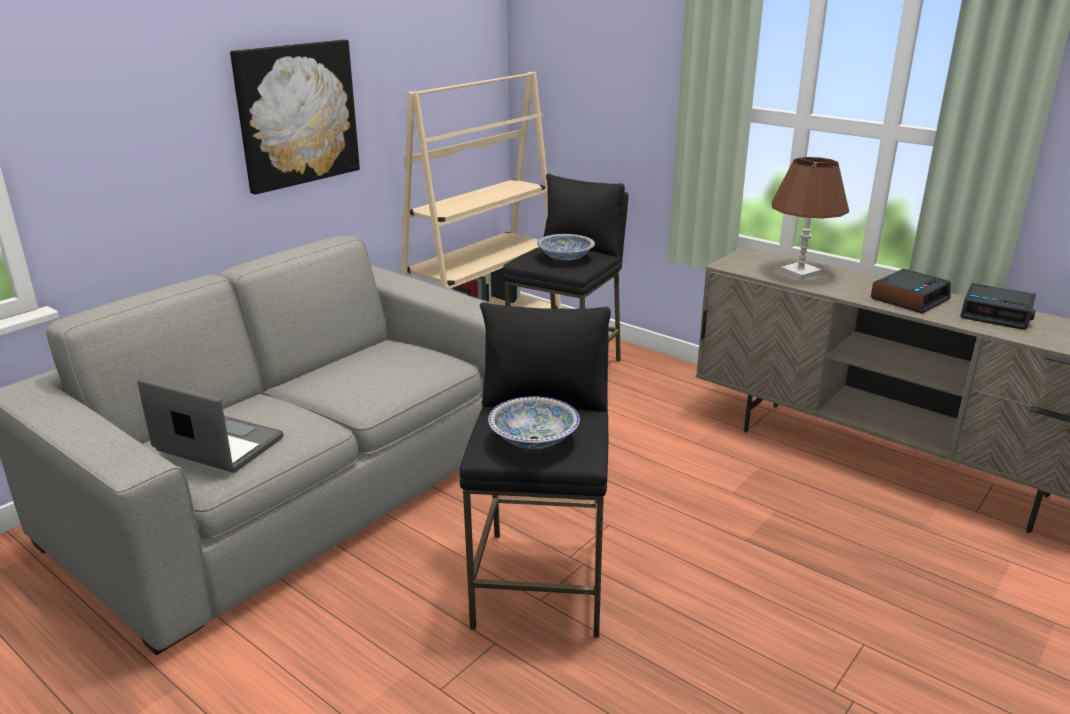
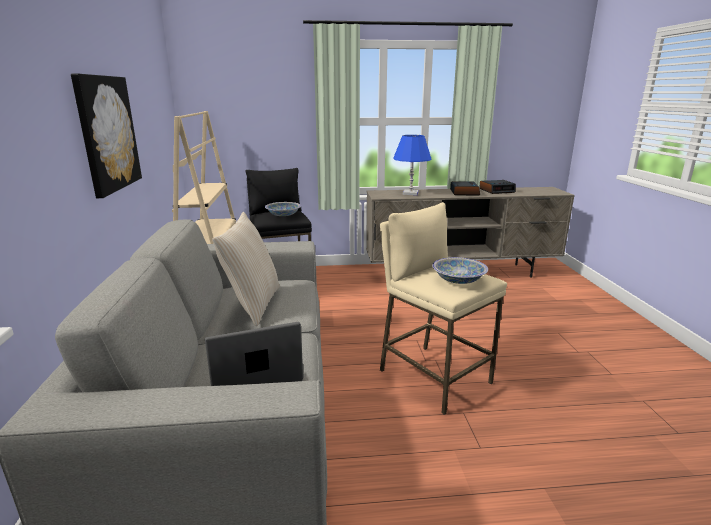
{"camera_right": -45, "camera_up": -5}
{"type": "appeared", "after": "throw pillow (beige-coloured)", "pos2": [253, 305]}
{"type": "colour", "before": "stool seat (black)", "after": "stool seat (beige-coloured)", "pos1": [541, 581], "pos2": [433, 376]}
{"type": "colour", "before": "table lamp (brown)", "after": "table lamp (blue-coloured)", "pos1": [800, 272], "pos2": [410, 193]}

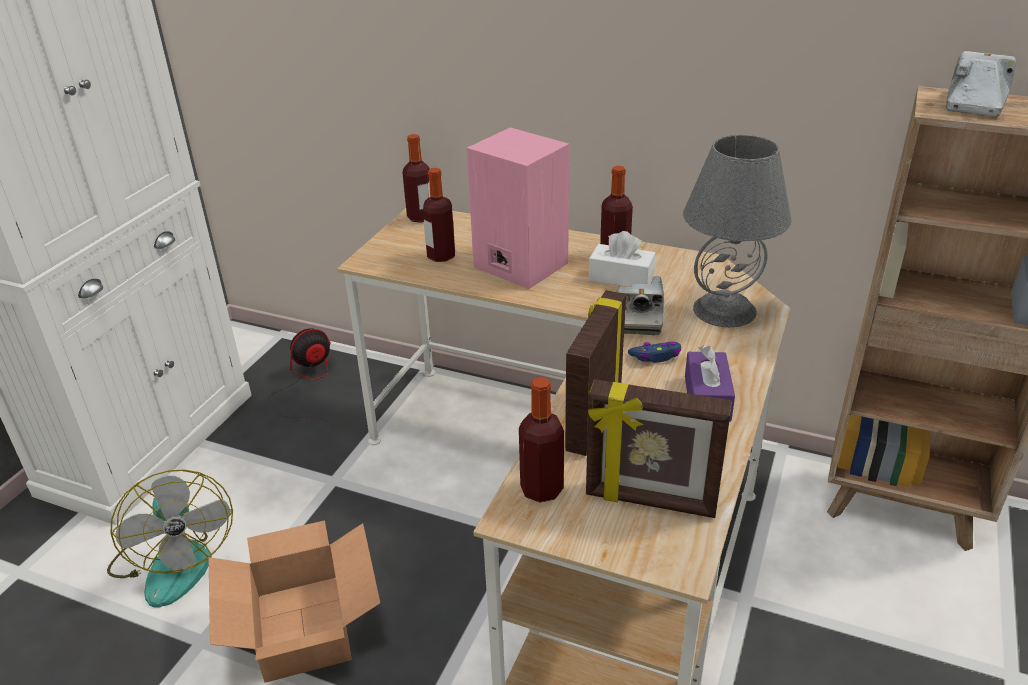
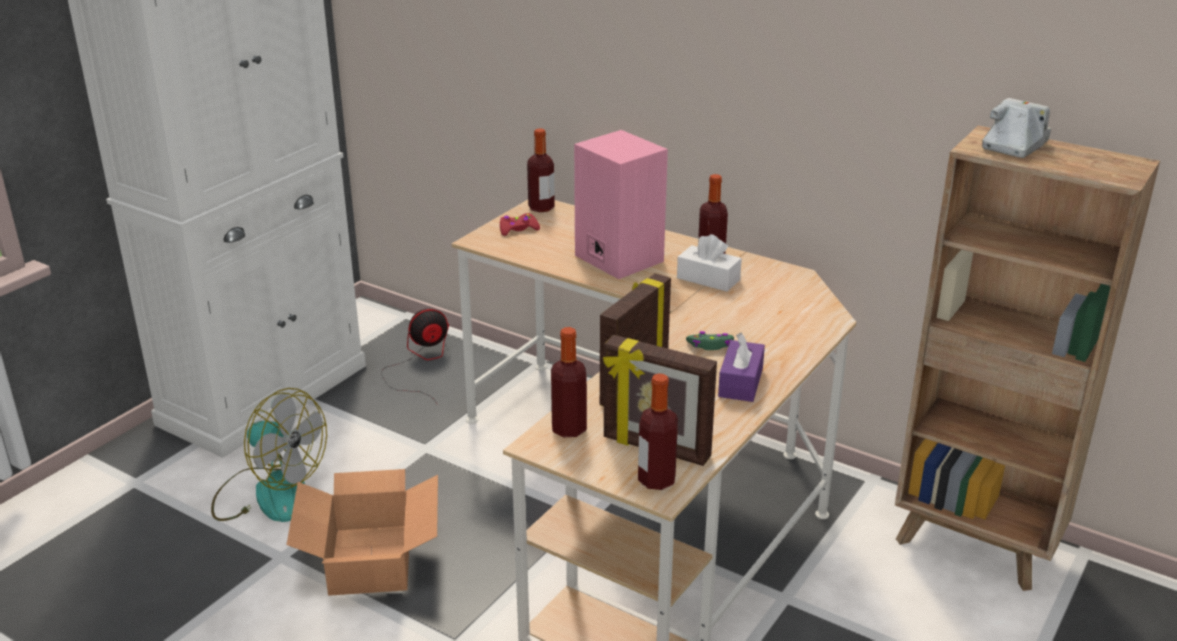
{"camera_right": 10, "camera_up": -5}
{"type": "missing", "before": "photo camera", "pos1": [638, 319]}
{"type": "missing", "before": "table lamp (gray)", "pos1": [724, 309]}
{"type": "appeared", "after": "gamepad (red)", "pos2": [518, 229]}
{"type": "relocated", "before": "drink bottle", "pos1": [441, 256], "pos2": [656, 480]}
{"type": "colour", "before": "gamepad (blue-coloured)", "after": "gamepad (greenish)", "pos1": [656, 356], "pos2": [710, 345]}
{"type": "spun", "before": "cooling fan", "pos1": [174, 561], "pos2": [269, 493], "turn": -45}

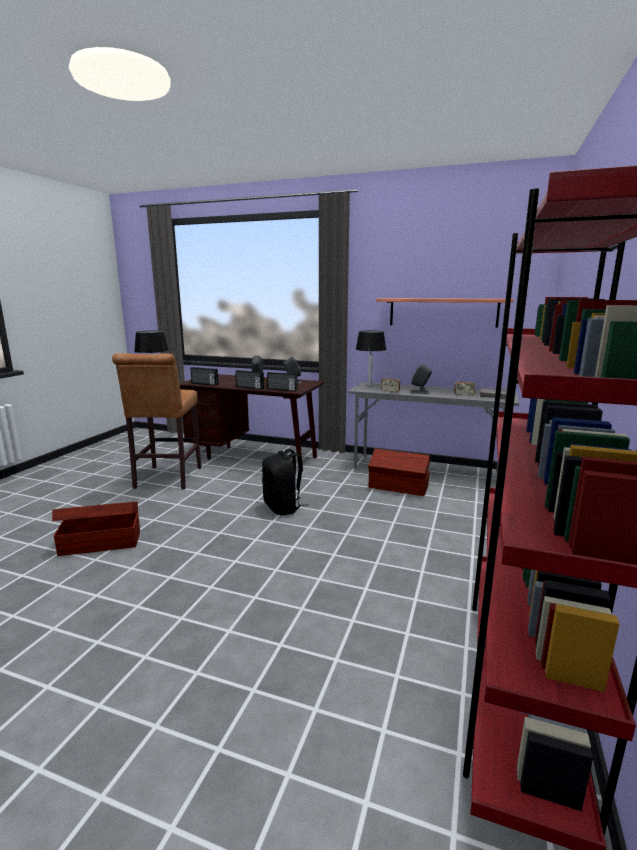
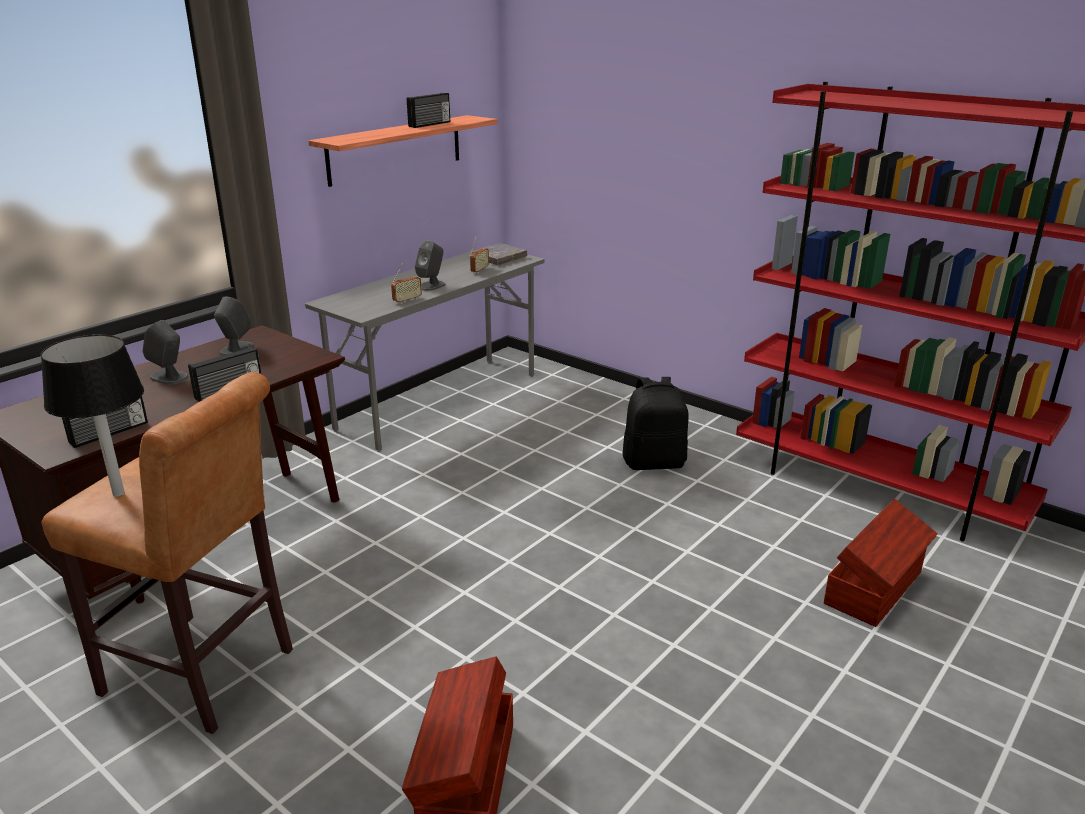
{"camera_right": -70, "camera_up": 10}
{"type": "missing", "before": "table lamp (black)", "pos1": [369, 386]}
{"type": "relocated", "before": "backpack (black)", "pos1": [283, 507], "pos2": [654, 462]}
{"type": "relocated", "before": "radio receiver", "pos1": [282, 390], "pos2": [430, 124]}
{"type": "relocated", "before": "storage box (brown)", "pos1": [398, 487], "pos2": [875, 588]}

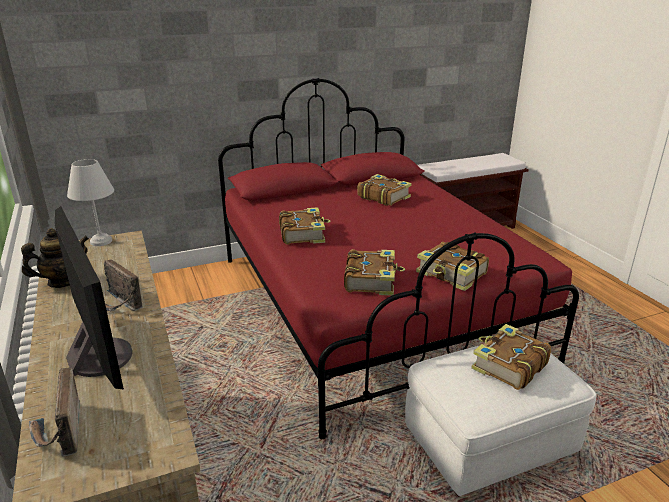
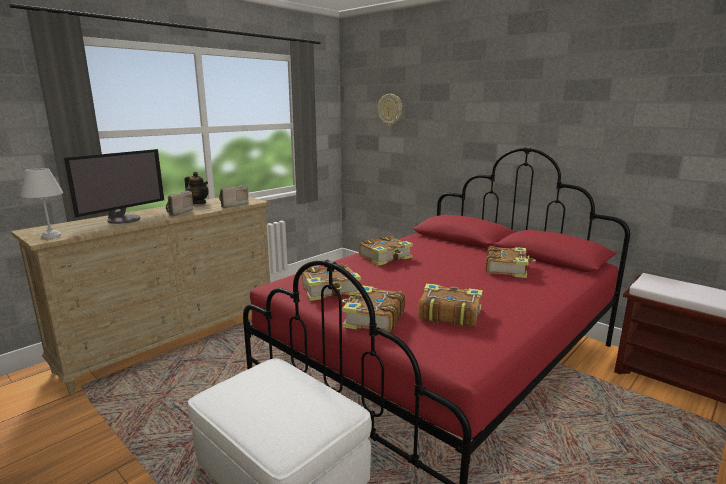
{"camera_right": 65, "camera_up": -10}
{"type": "appeared", "after": "hanging clock", "pos2": [390, 109]}
{"type": "relocated", "before": "radio receiver", "pos1": [59, 434], "pos2": [232, 205]}
{"type": "relocated", "before": "table lamp (white)", "pos1": [100, 241], "pos2": [51, 236]}
{"type": "relocated", "before": "volume", "pos1": [508, 366], "pos2": [448, 314]}

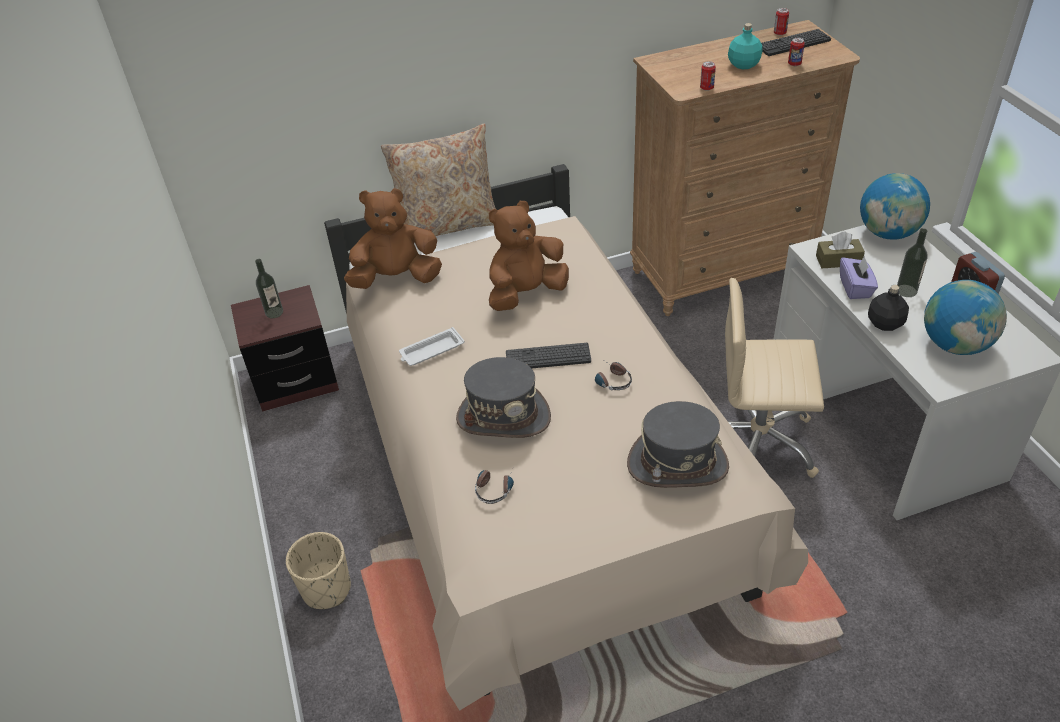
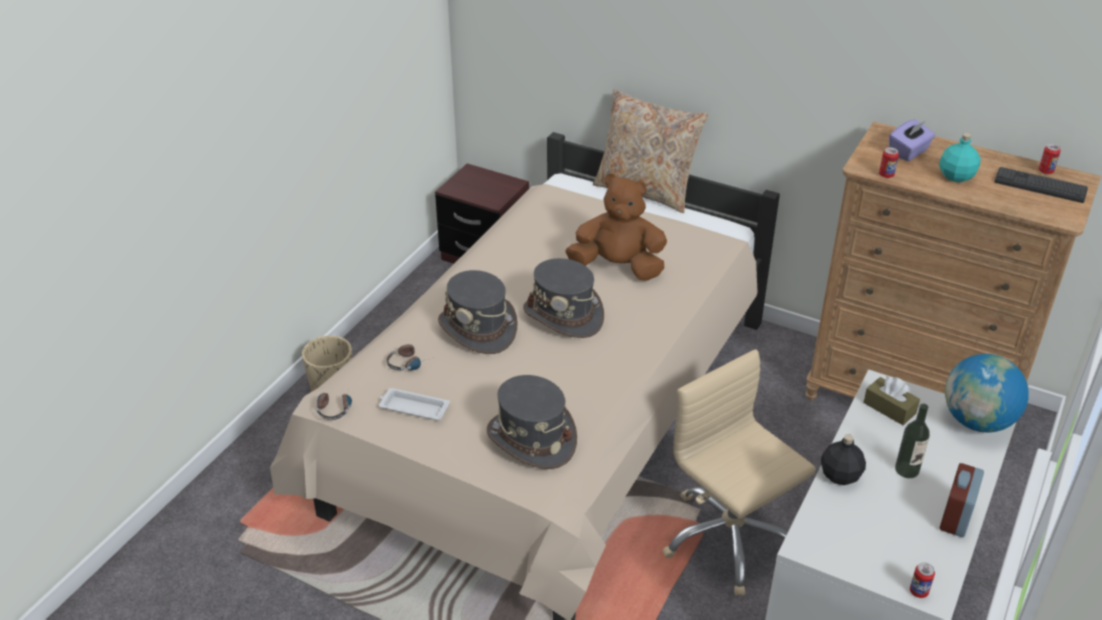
{"camera_right": 45, "camera_up": -5}
{"type": "missing", "before": "drink bottle", "pos1": [274, 312]}
{"type": "missing", "before": "soft toy (brown)", "pos1": [396, 278]}
{"type": "missing", "before": "desk globe", "pos1": [955, 345]}
{"type": "relocated", "before": "serving tray (white)", "pos1": [431, 351], "pos2": [413, 408]}
{"type": "relocated", "before": "pair of headphones", "pos1": [610, 379], "pos2": [335, 407]}
{"type": "relocated", "before": "sealed can", "pos1": [794, 64], "pos2": [918, 591]}
{"type": "relocated", "before": "tissue box (purplish)", "pos1": [855, 288], "pos2": [909, 152]}
{"type": "exchanged", "before": "computer keyboard", "after": "wearable hat (gray)", "pos1": [548, 357], "pos2": [563, 315]}

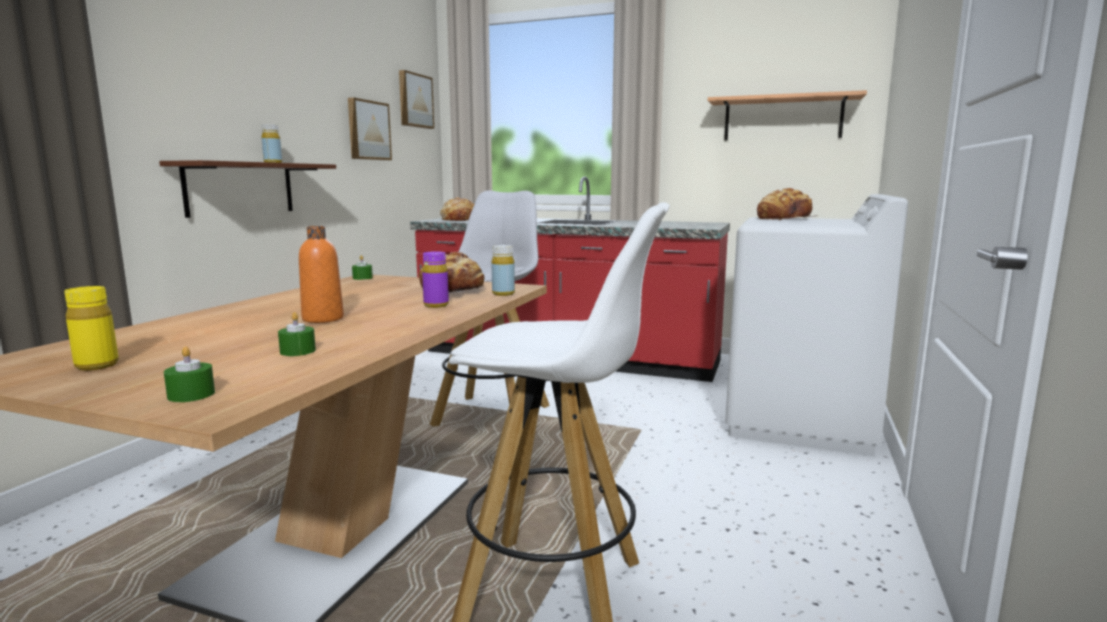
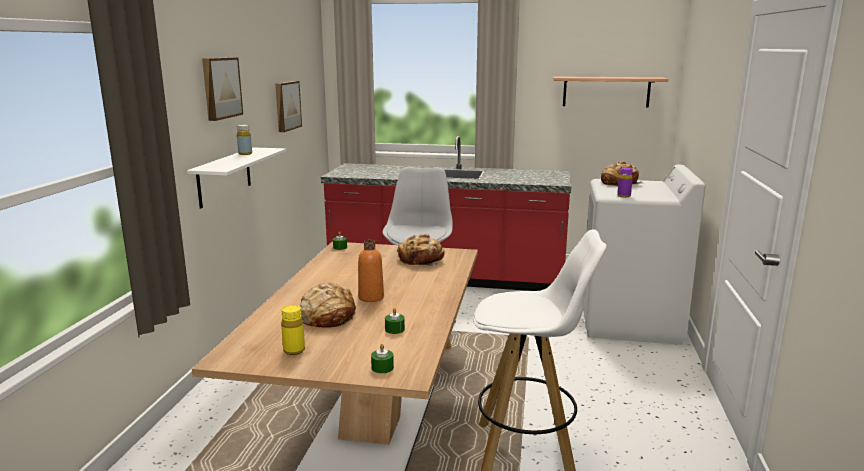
{"camera_right": -10, "camera_up": 5}
{"type": "missing", "before": "drink bottle (yellowish)", "pos1": [503, 294]}
{"type": "relocated", "before": "picture", "pos1": [414, 100], "pos2": [220, 88]}
{"type": "relocated", "before": "drink bottle (purplish)", "pos1": [436, 305], "pos2": [623, 196]}
{"type": "relocated", "before": "baked bread", "pos1": [459, 219], "pos2": [327, 316]}
{"type": "colour", "before": "bracket shelf (brown)", "after": "bracket shelf (white)", "pos1": [240, 188], "pos2": [224, 177]}

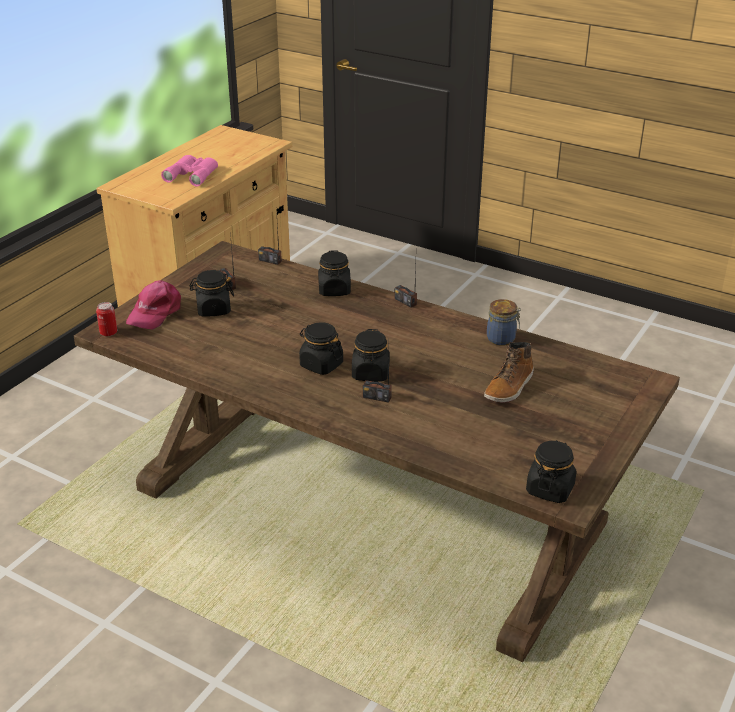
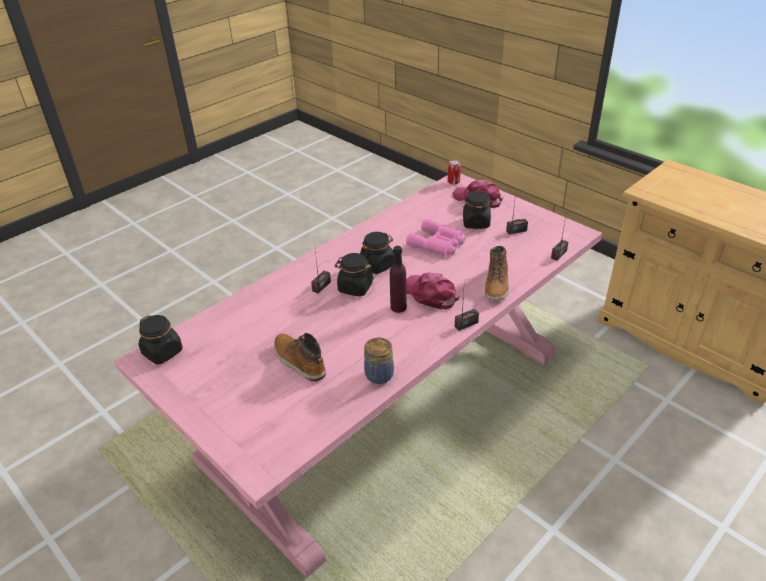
{"camera_right": 105, "camera_up": 5}
{"type": "appeared", "after": "drink bottle (purplish)", "pos2": [398, 307]}
{"type": "appeared", "after": "baseball cap (pink-coloured)", "pos2": [430, 294]}
{"type": "relocated", "before": "field glasses (pink-coloured)", "pos1": [193, 174], "pos2": [438, 244]}
{"type": "exchanged", "before": "preserve jar (black)", "after": "high-top boot", "pos1": [334, 290], "pos2": [497, 285]}
{"type": "colour", "before": "kitchen table (brown)", "after": "kitchen table (pink-coloured)", "pos1": [369, 507], "pos2": [387, 407]}

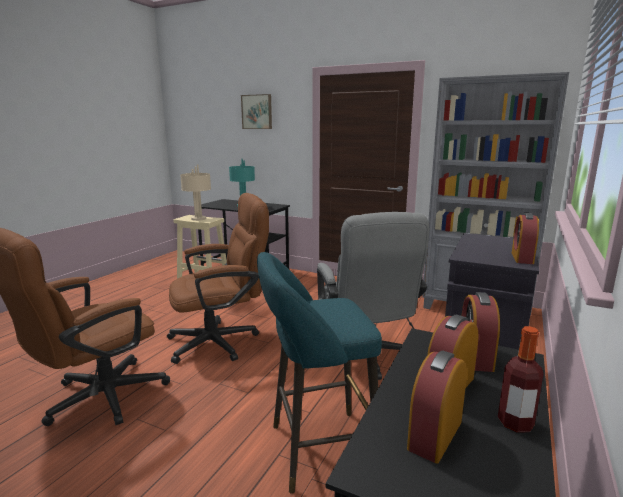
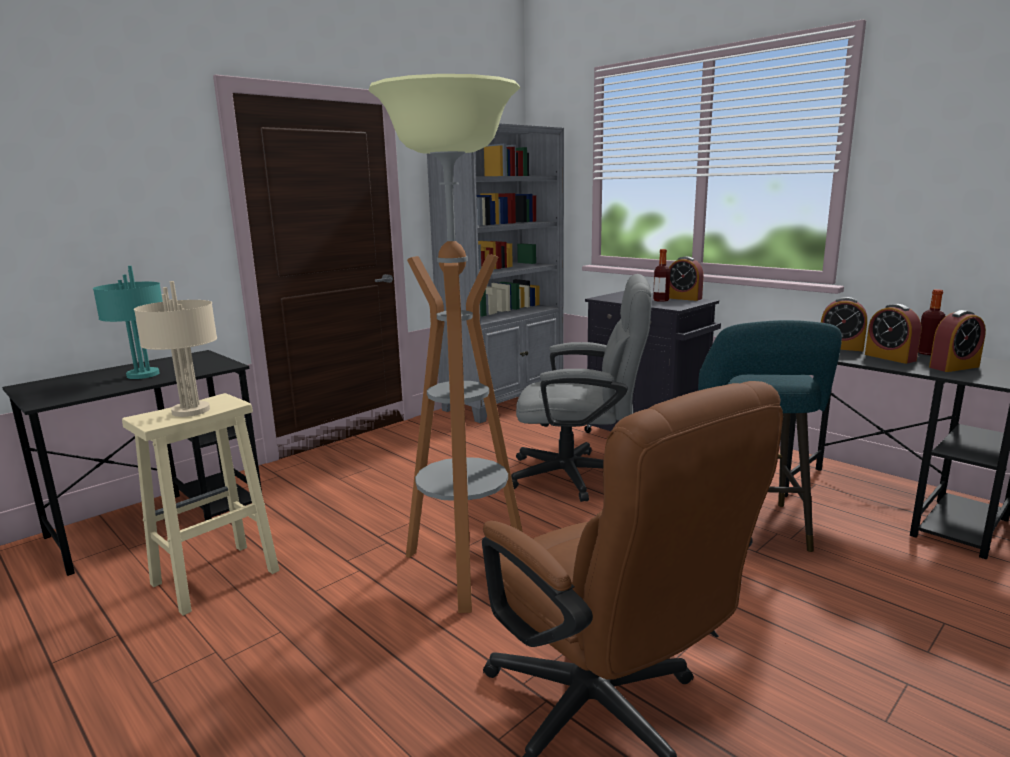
{"camera_right": -70, "camera_up": 0}
{"type": "missing", "before": "picture", "pos1": [257, 112]}
{"type": "appeared", "after": "drink bottle", "pos2": [661, 300]}
{"type": "exchanged", "before": "desk chair (brown)", "after": "standing lamp", "pos1": [222, 341], "pos2": [465, 569]}
{"type": "spun", "before": "alarm clock", "pos1": [435, 435], "pos2": [954, 367], "turn": -75}

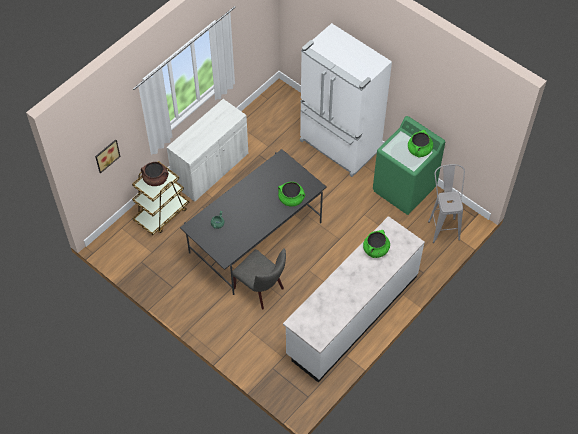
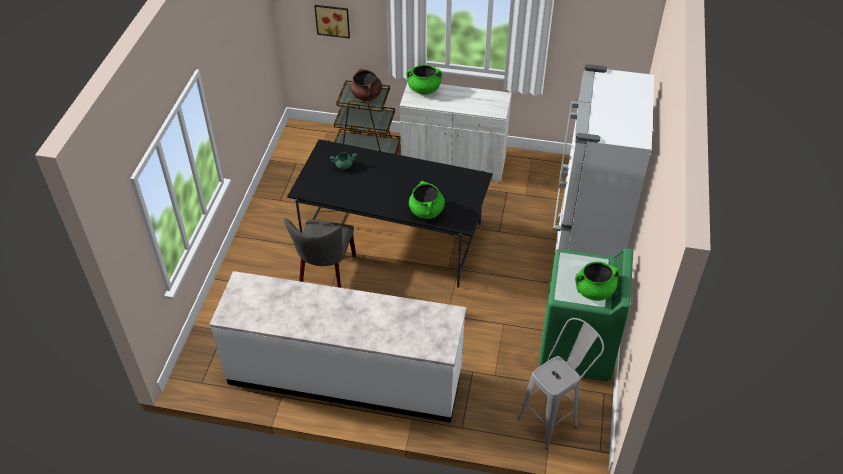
{"camera_right": 60, "camera_up": -10}
{"type": "relocated", "before": "stockpot (greenish)", "pos1": [375, 250], "pos2": [424, 89]}

